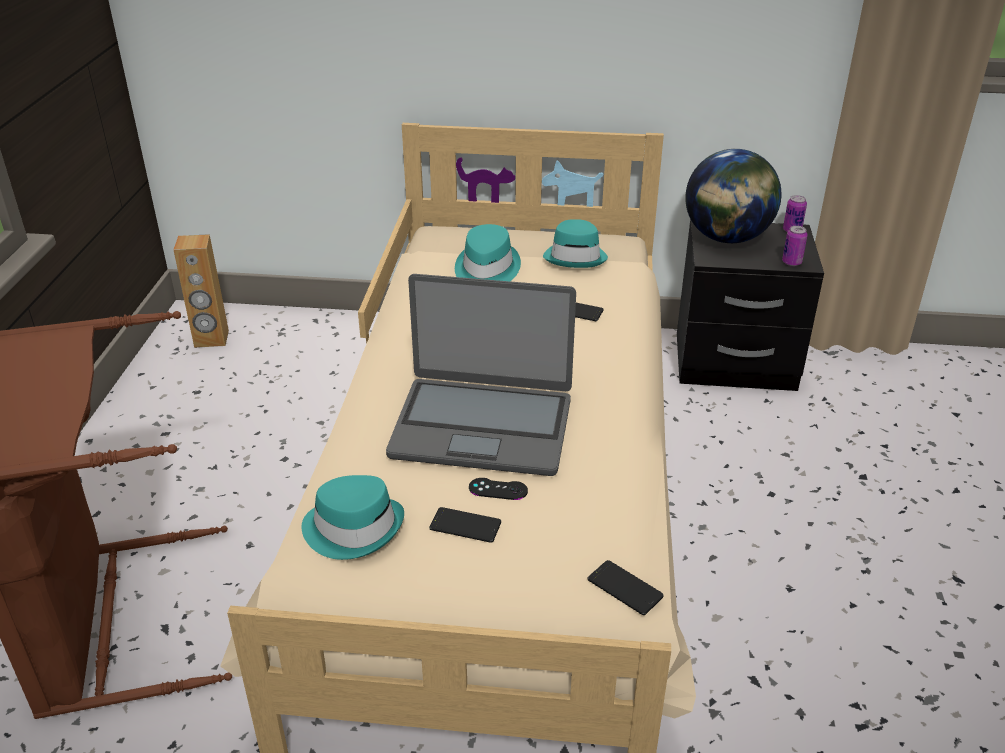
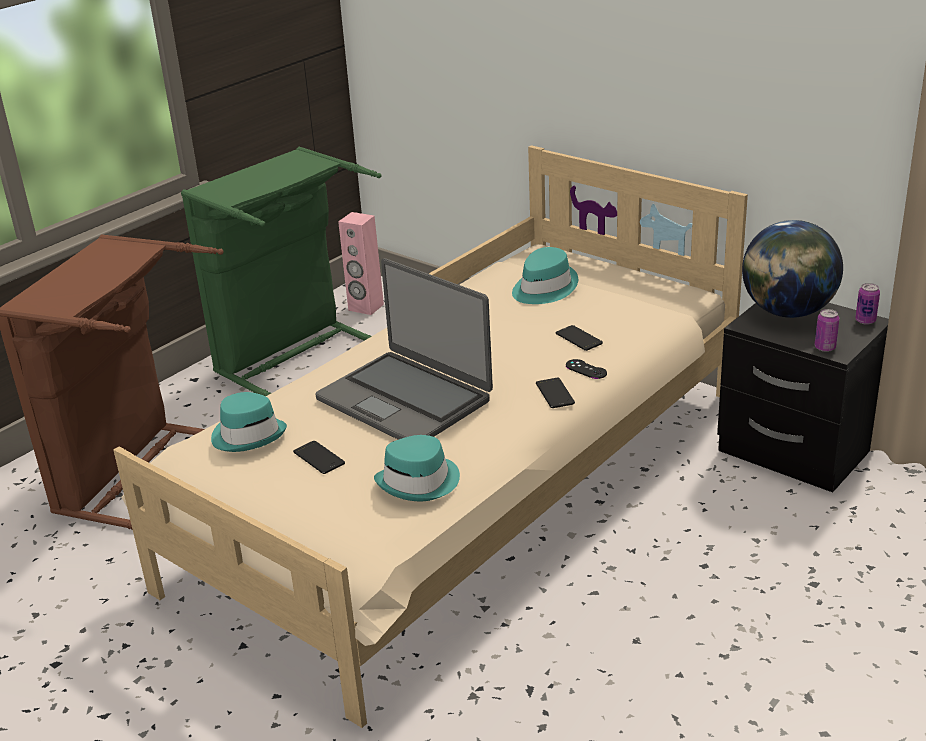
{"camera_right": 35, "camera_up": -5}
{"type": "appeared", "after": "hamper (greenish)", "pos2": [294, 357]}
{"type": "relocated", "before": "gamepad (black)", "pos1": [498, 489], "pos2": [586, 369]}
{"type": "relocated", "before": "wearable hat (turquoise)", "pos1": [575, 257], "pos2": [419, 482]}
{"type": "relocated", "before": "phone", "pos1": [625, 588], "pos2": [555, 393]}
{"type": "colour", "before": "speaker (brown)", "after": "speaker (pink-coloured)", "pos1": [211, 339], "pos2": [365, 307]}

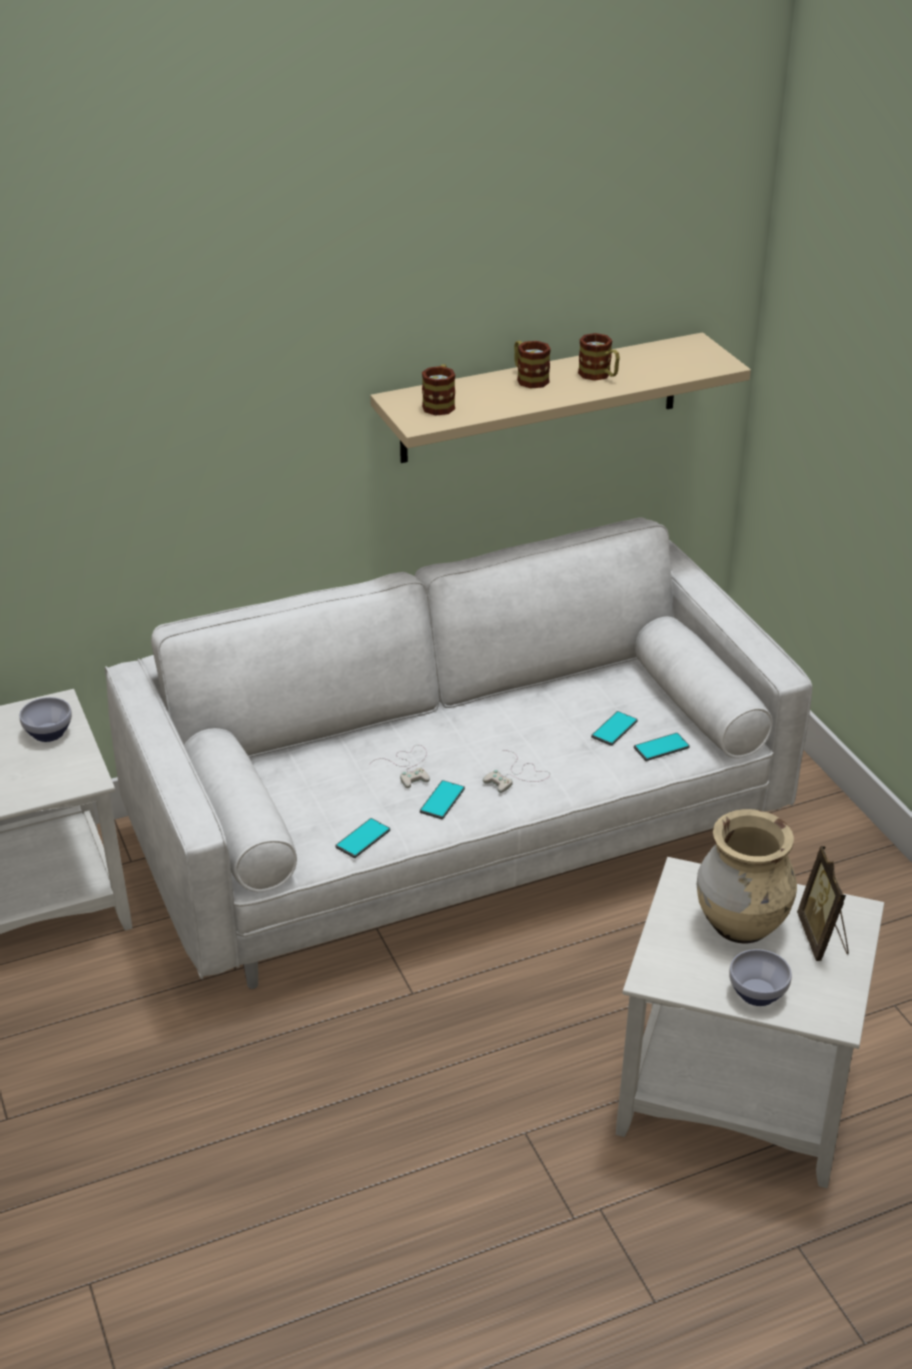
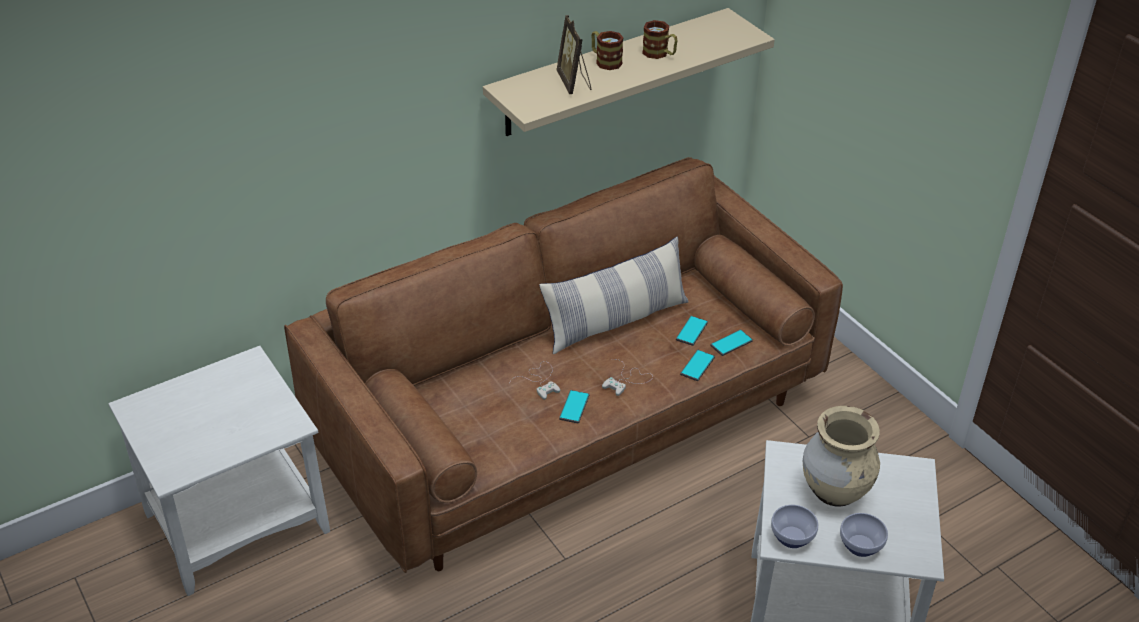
{"camera_right": -10, "camera_up": 5}
{"type": "missing", "before": "mug", "pos1": [440, 404]}
{"type": "appeared", "after": "throw pillow", "pos2": [616, 321]}
{"type": "relocated", "before": "bowl", "pos1": [50, 733], "pos2": [793, 537]}
{"type": "relocated", "before": "phone", "pos1": [363, 839], "pos2": [697, 366]}
{"type": "relocated", "before": "picture frame", "pos1": [823, 938], "pos2": [574, 83]}
{"type": "colour", "before": "couch (white)", "after": "couch (brown)", "pos1": [456, 836], "pos2": [568, 422]}

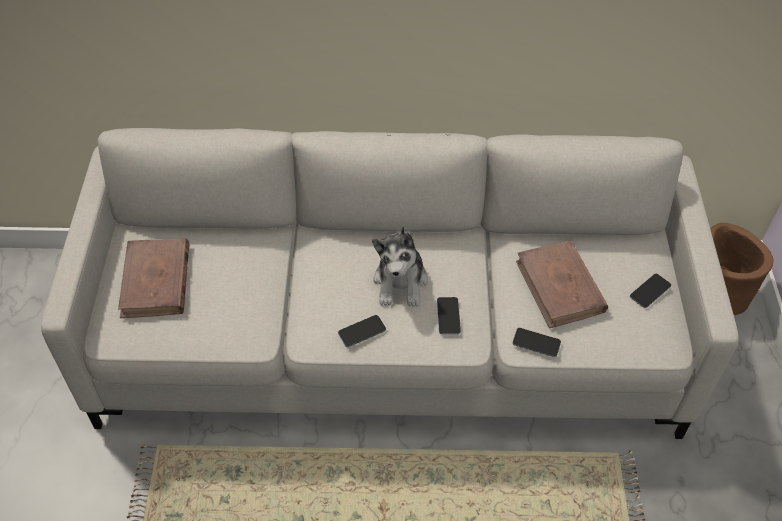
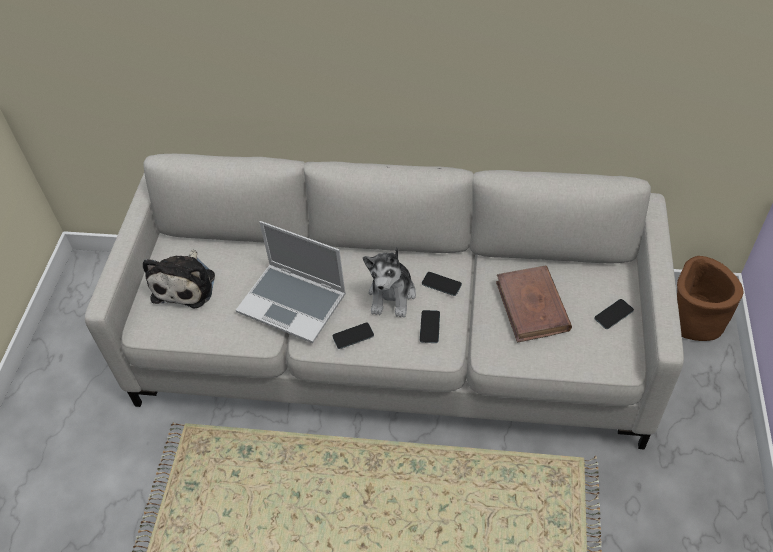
{"camera_right": 10, "camera_up": 0}
{"type": "appeared", "after": "laptop", "pos2": [294, 303]}
{"type": "relocated", "before": "phone", "pos1": [536, 342], "pos2": [441, 284]}
{"type": "exchanged", "before": "volume (brown)", "after": "soft toy", "pos1": [156, 281], "pos2": [186, 284]}

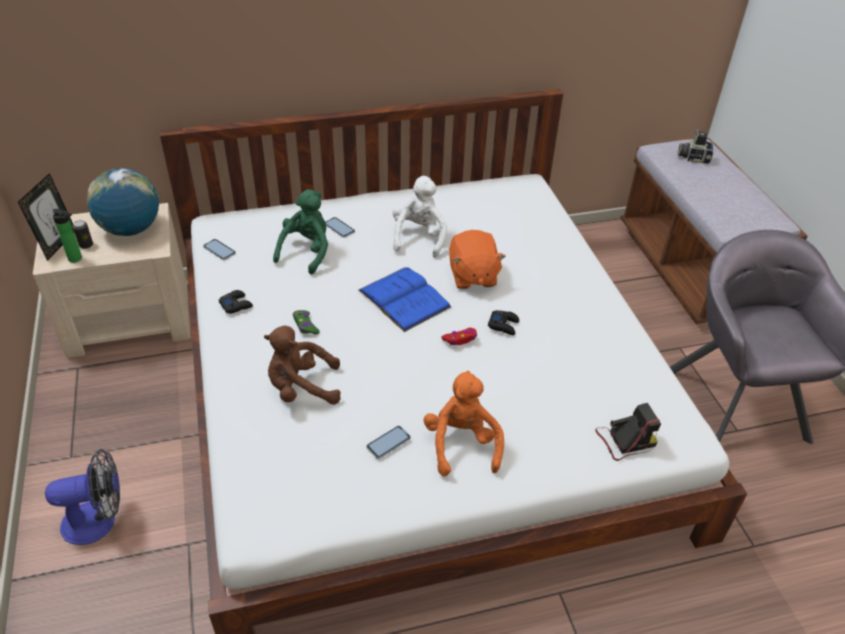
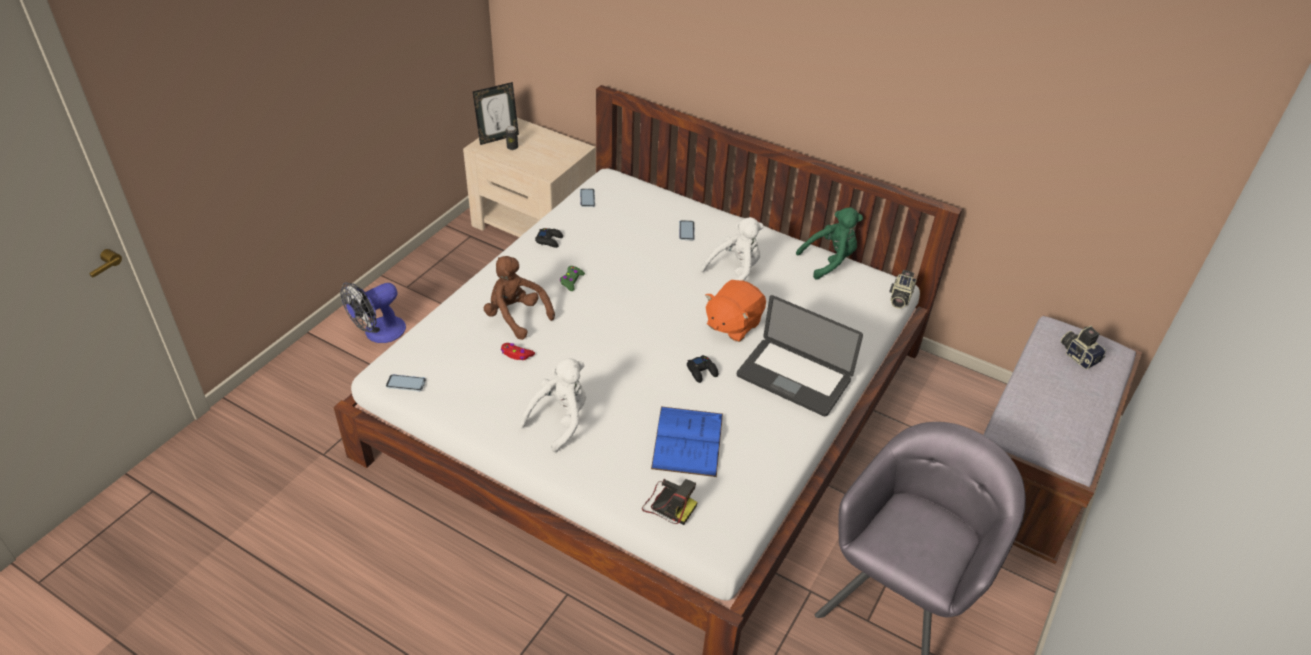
{"camera_right": 45, "camera_up": 0}
{"type": "missing", "before": "drink bottle", "pos1": [76, 259]}
{"type": "missing", "before": "desk globe", "pos1": [131, 229]}
{"type": "appeared", "after": "laptop", "pos2": [793, 378]}
{"type": "appeared", "after": "photo camera", "pos2": [899, 298]}
{"type": "relocated", "before": "soft toy (greenish)", "pos1": [306, 252], "pos2": [829, 261]}
{"type": "relocated", "before": "volume (blue-coloured)", "pos1": [404, 298], "pos2": [687, 441]}
{"type": "relocated", "before": "phone", "pos1": [388, 443], "pos2": [406, 383]}
{"type": "relocated", "before": "gamepad (red)", "pos1": [460, 339], "pos2": [516, 354]}
{"type": "colour", "before": "soft toy (orangey)", "after": "soft toy (white)", "pos1": [462, 444], "pos2": [560, 420]}
{"type": "spun", "before": "cooling fan", "pos1": [98, 520], "pos2": [378, 333], "turn": 105}

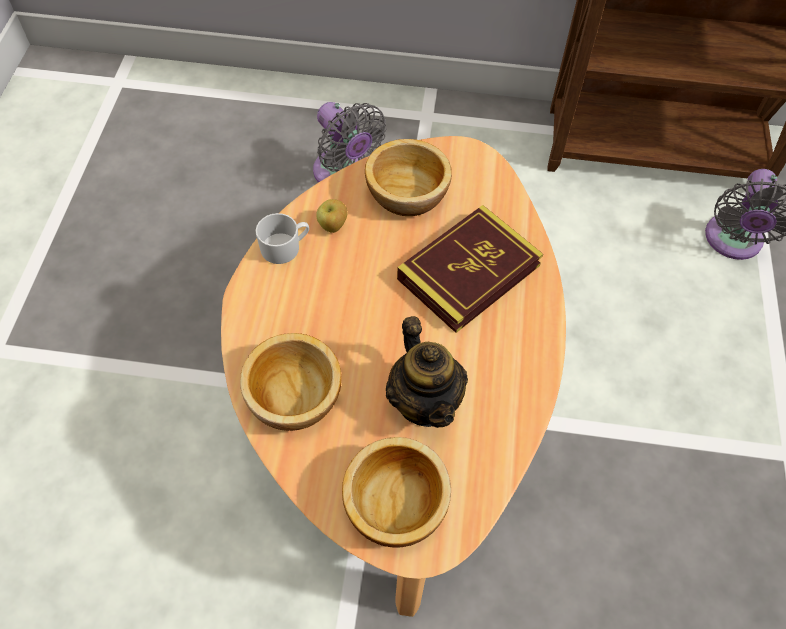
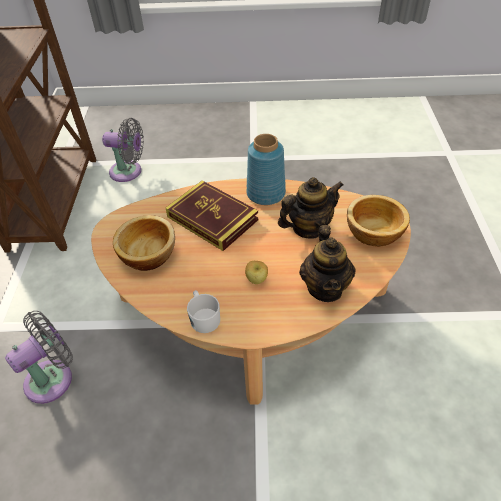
{"camera_right": -95, "camera_up": -10}
{"type": "appeared", "after": "flower vase (blue-coloured)", "pos2": [265, 193]}
{"type": "relocated", "before": "apple fruit", "pos1": [333, 226], "pos2": [257, 280]}
{"type": "exchanged", "before": "bowl", "after": "teapot", "pos1": [295, 398], "pos2": [325, 288]}

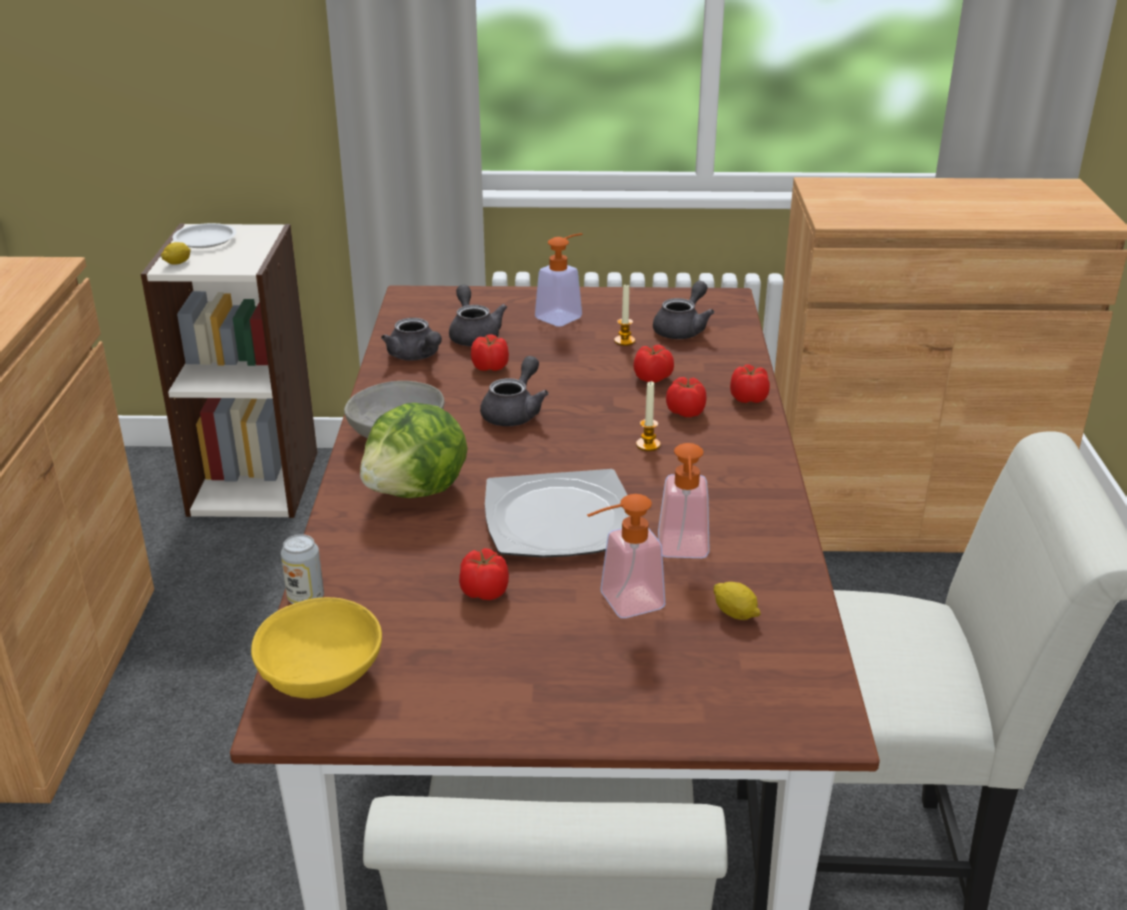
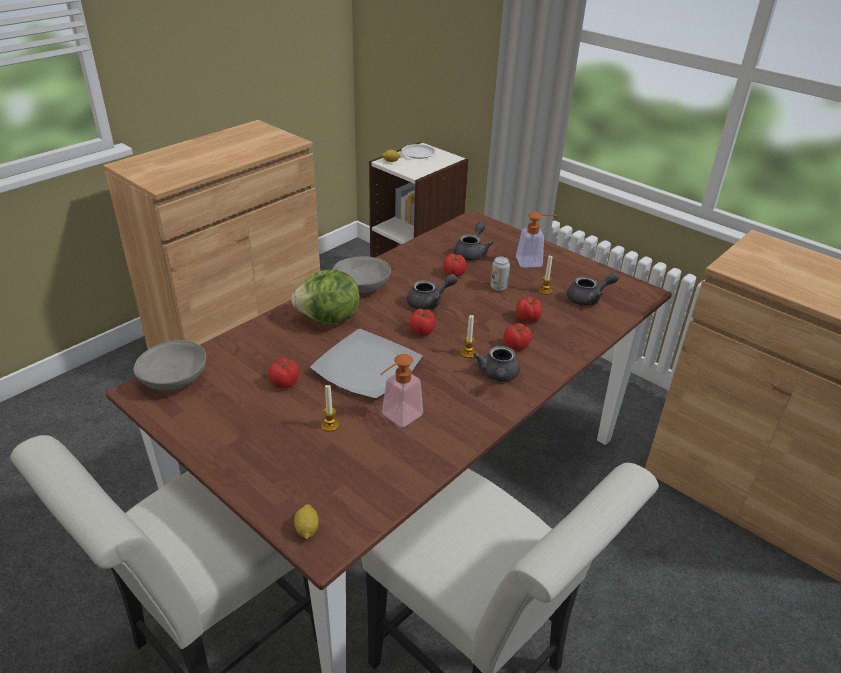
{"camera_right": 40, "camera_up": 5}
{"type": "relocated", "before": "sealed can", "pos1": [306, 598], "pos2": [498, 287]}
{"type": "relocated", "before": "teapot (gray)", "pos1": [416, 356], "pos2": [498, 376]}
{"type": "relocated", "before": "whole lemon", "pos1": [735, 613], "pos2": [307, 529]}
{"type": "relocated", "before": "fresh tomato", "pos1": [748, 398], "pos2": [422, 330]}
{"type": "exchanged", "before": "liquid soap bottle", "after": "wax candle", "pos1": [621, 604], "pos2": [330, 425]}
{"type": "colour", "before": "bowl (yellowish)", "after": "bowl (gray)", "pos1": [322, 675], "pos2": [175, 380]}

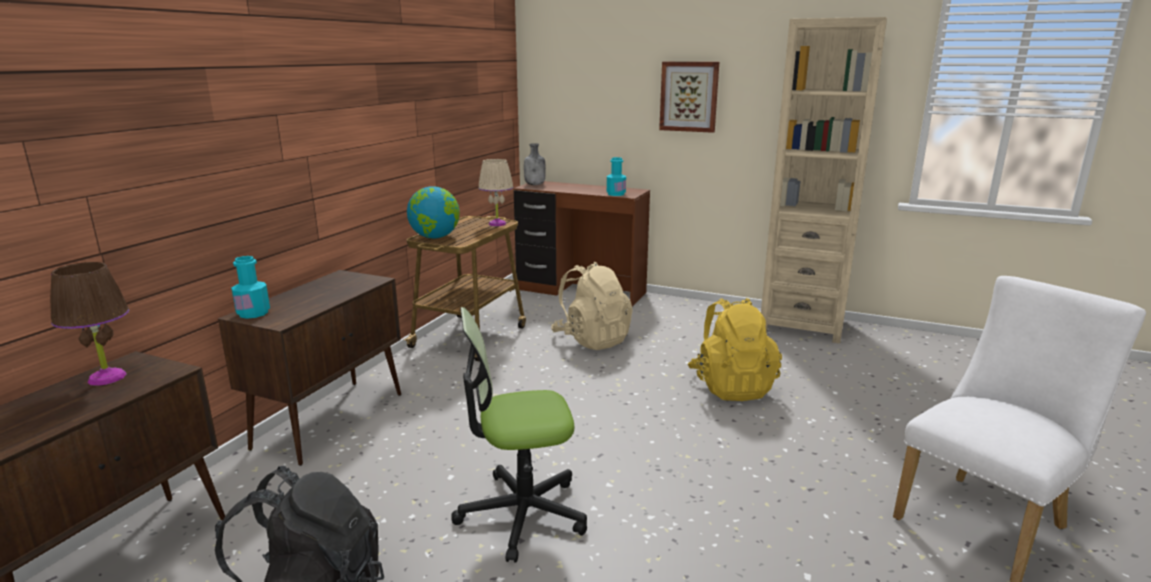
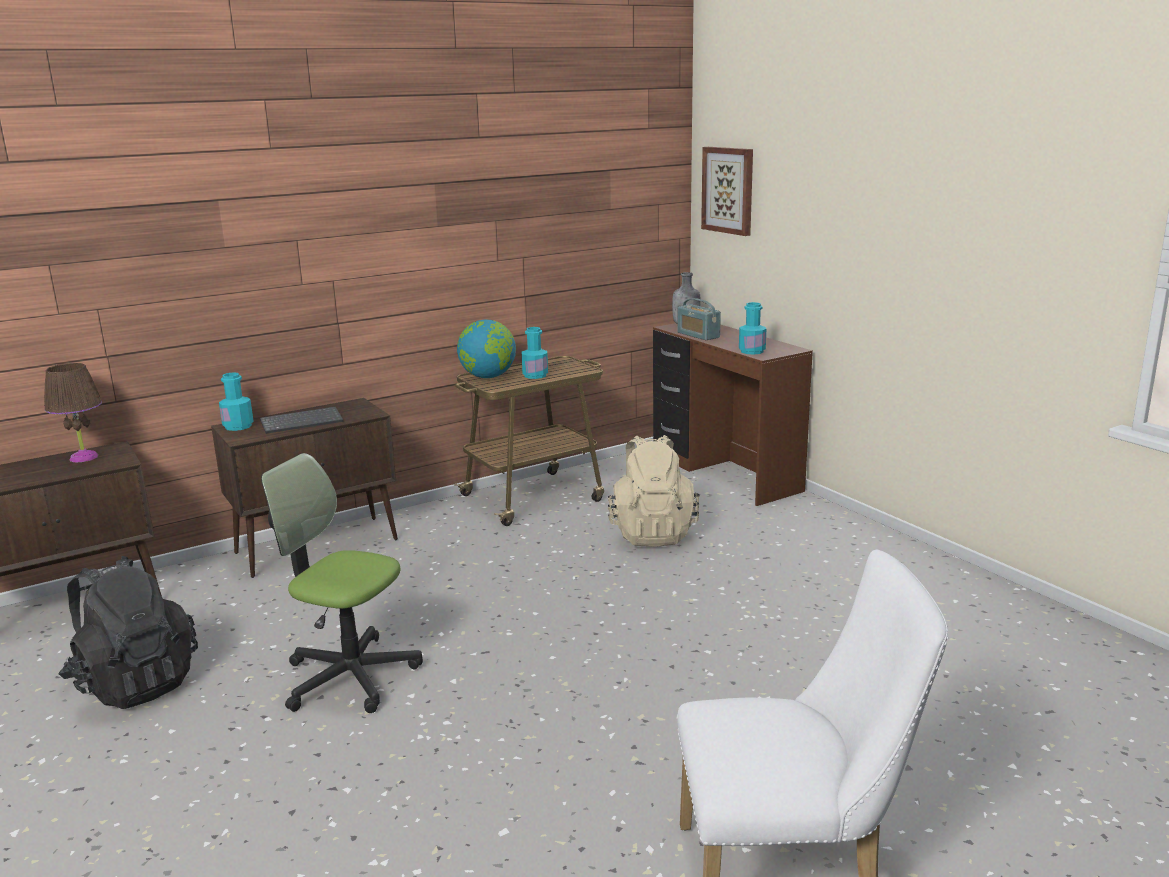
{"camera_right": 35, "camera_up": 0}
{"type": "missing", "before": "table lamp (beige-coloured)", "pos1": [497, 224]}
{"type": "missing", "before": "backpack (yellowish)", "pos1": [731, 387]}
{"type": "missing", "before": "shelving unit (beige-coloured)", "pos1": [802, 325]}
{"type": "appeared", "after": "computer keyboard", "pos2": [302, 422]}
{"type": "appeared", "after": "drink bottle (turquoise)", "pos2": [535, 375]}
{"type": "appeared", "after": "radio receiver", "pos2": [698, 335]}
{"type": "relocated", "before": "picture", "pos1": [689, 96], "pos2": [728, 190]}

